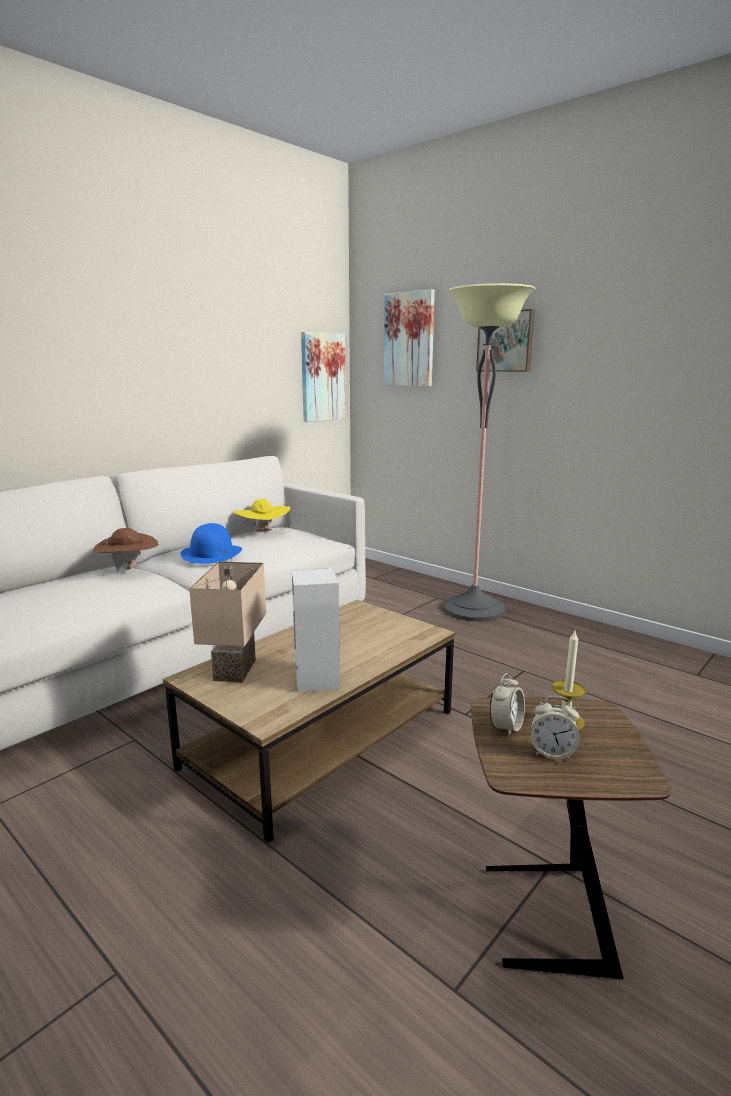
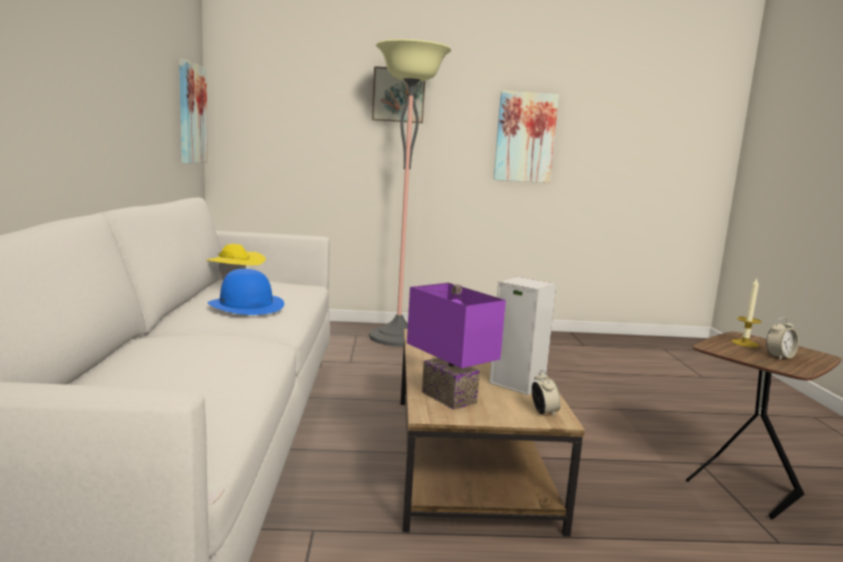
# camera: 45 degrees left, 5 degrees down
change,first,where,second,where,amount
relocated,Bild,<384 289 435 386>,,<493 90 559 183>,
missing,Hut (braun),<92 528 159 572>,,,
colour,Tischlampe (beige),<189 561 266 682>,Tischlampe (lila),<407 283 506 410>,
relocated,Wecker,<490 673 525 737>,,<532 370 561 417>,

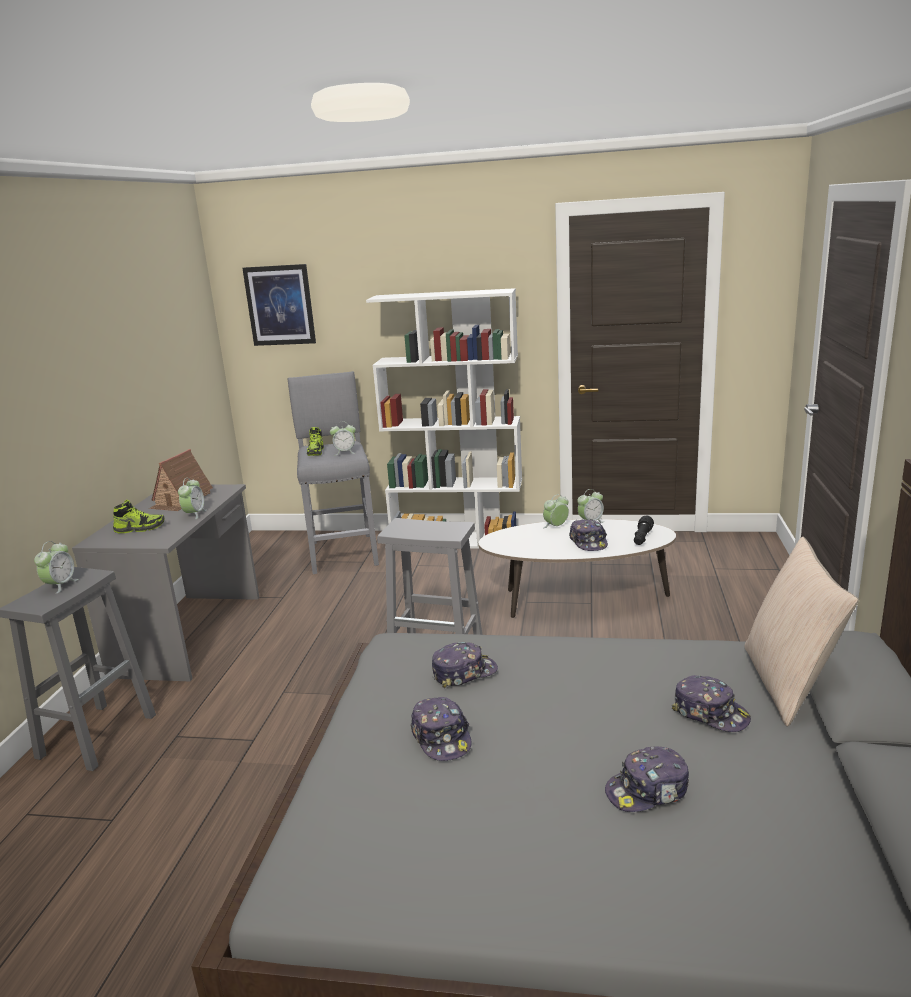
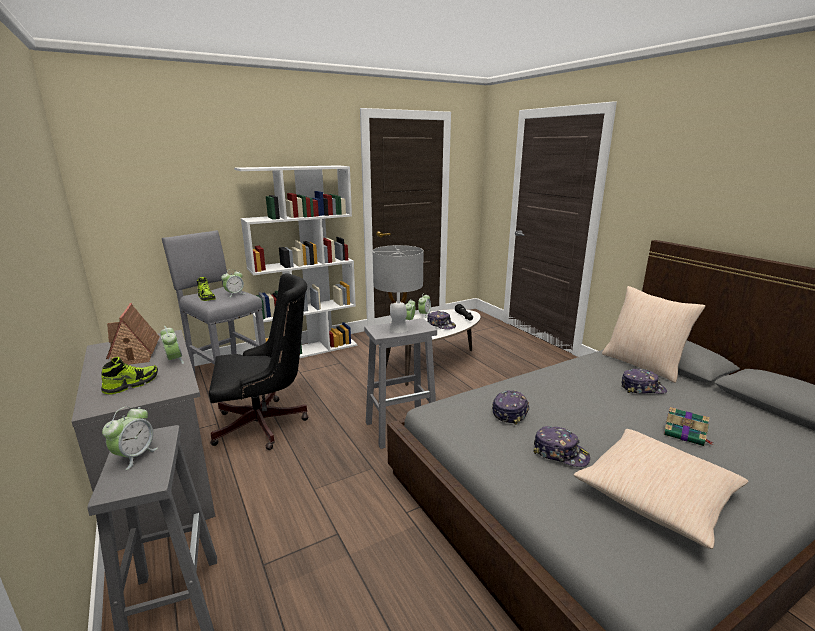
# camera: 40 degrees left, 0 degrees up
change,first,where,second,where,amount
missing,Bild,<242 264 316 346>,,,
spun,Wecker,<34 541 79 594>,,<102 407 158 470>,45 degrees clockwise
exchanged,Kappe,<605 747 689 812>,Buch,<664 407 714 446>,
appeared,,,Tischlampe (grau),<373 245 424 333>,
appeared,,,Bürostuhl (schwarz),<209 273 309 450>,
appeared,,,Kissen (beige),<574 429 749 549>,

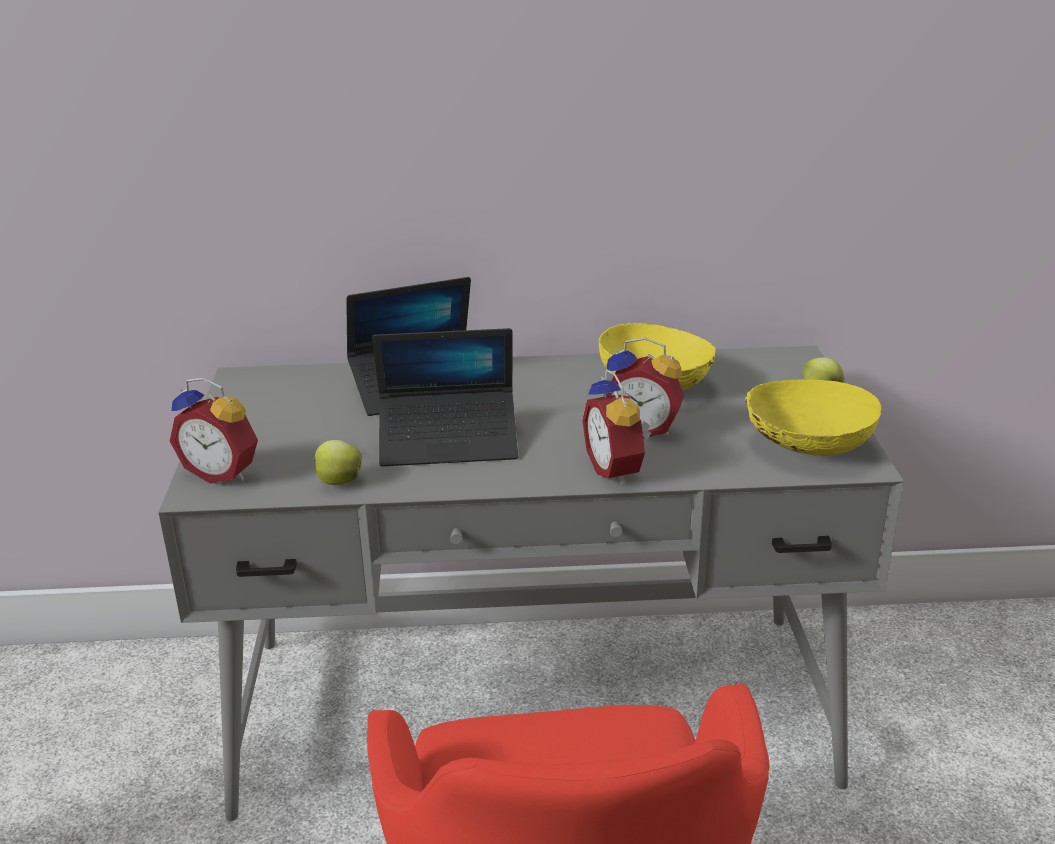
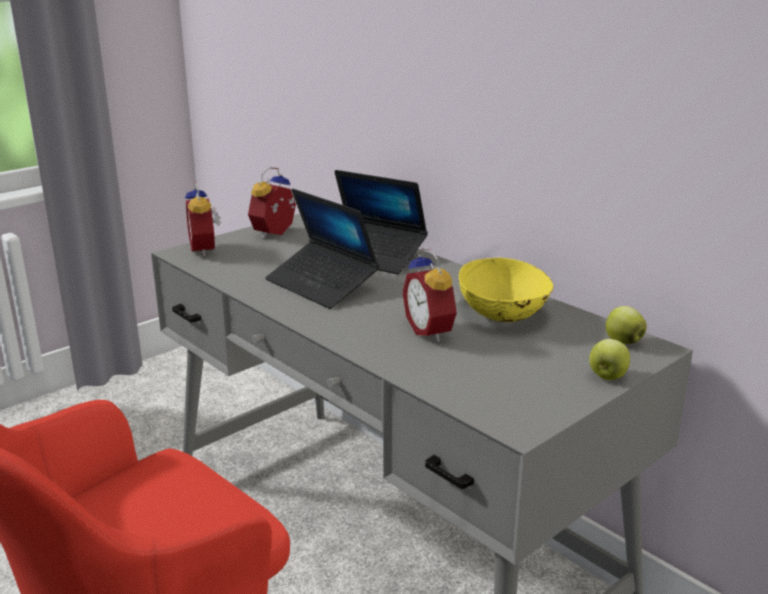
# camera: 50 degrees right, 5 degrees down
change,first,where,second,where,amount
relocated,Wecker,<582 370 651 485>,,<248 167 296 238>,
missing,Schüssel (gelb),<745 380 883 456>,,,
relocated,Apfel,<312 440 362 485>,,<606 306 647 344>,

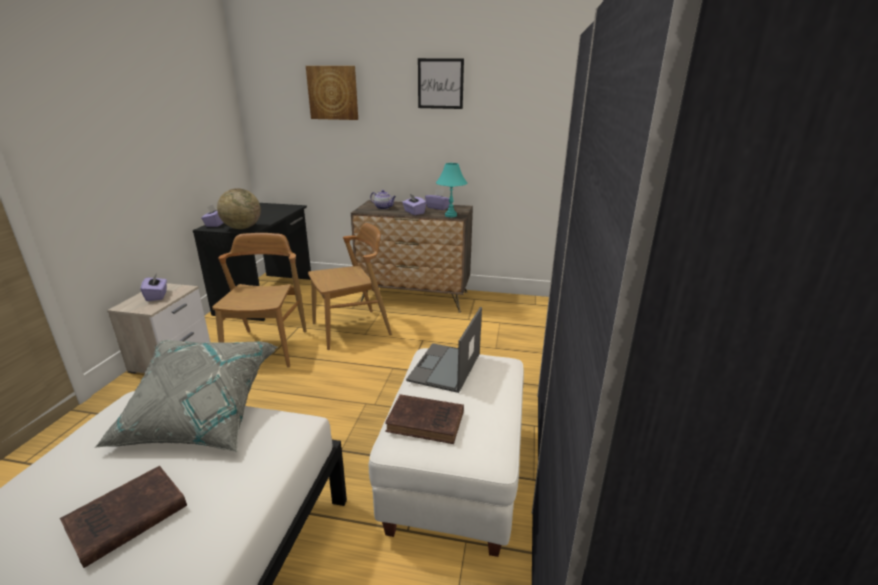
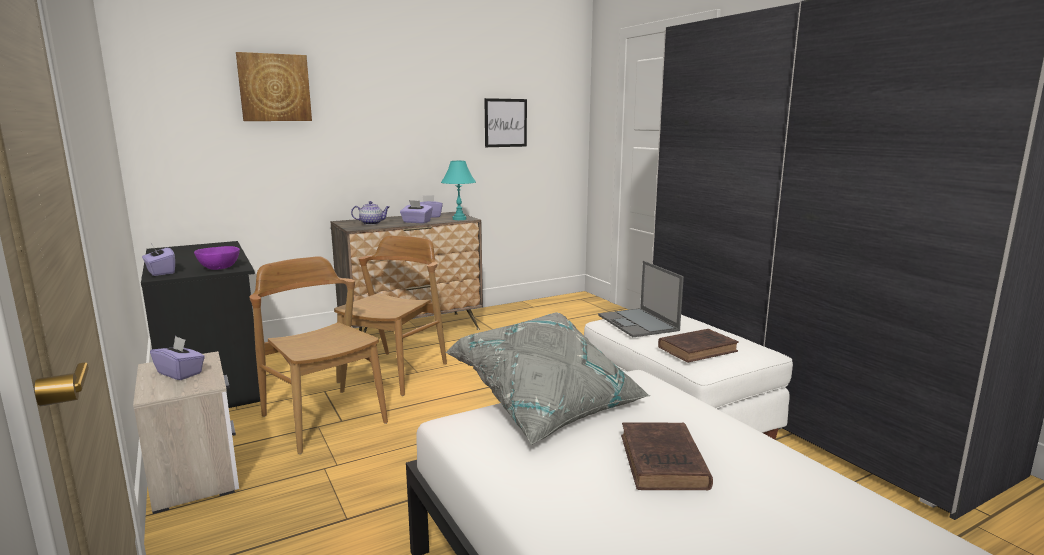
# camera: 40 degrees left, 10 degrees down
change,first,where,second,where,amount
relocated,Bild,<418 58 464 109>,,<484 98 527 147>,
exchanged,Globus,<217 188 261 229>,Schüssel (lila),<194 246 240 270>,

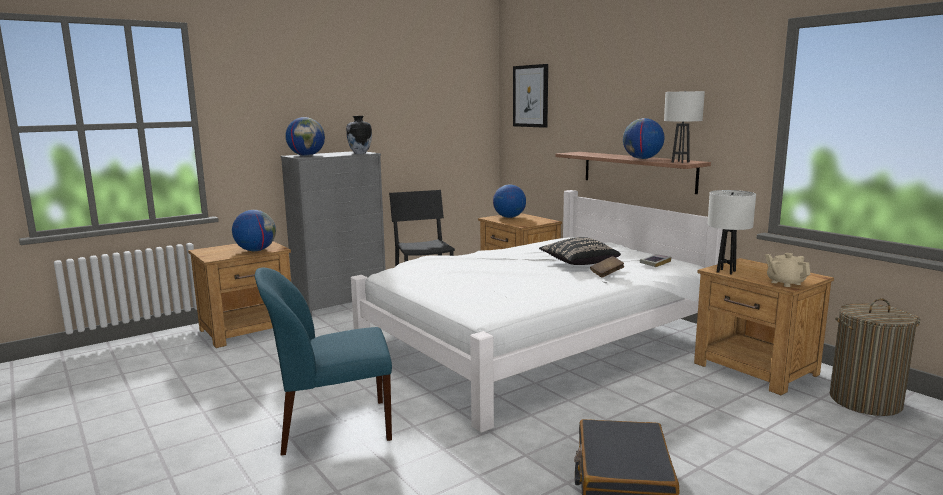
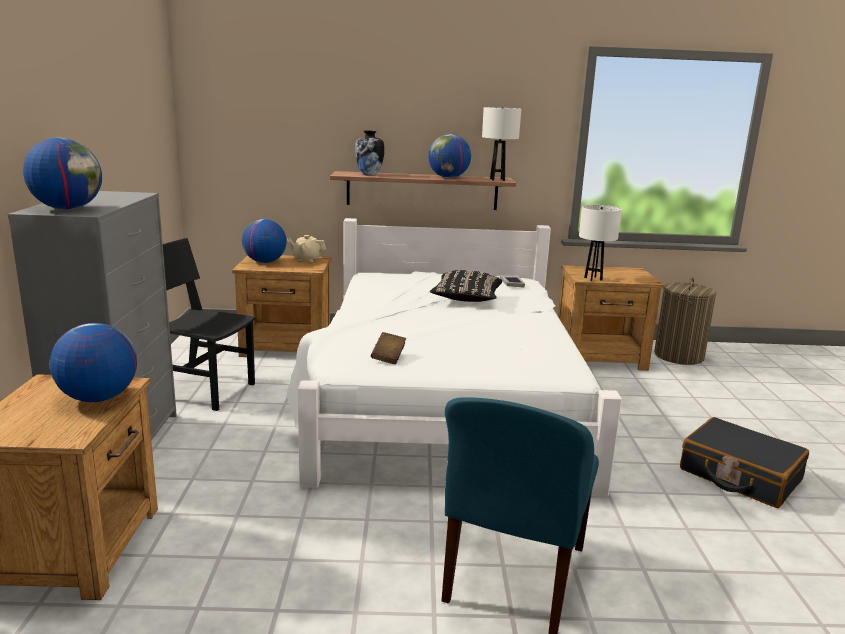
# camera: 55 degrees left, 5 degrees up
change,first,where,second,where,amount
missing,Bild,<513 64 548 128>,,,
relocated,Vase,<346 116 372 154>,,<355 130 384 176>,
relocated,Teekanne (beige),<765 253 810 287>,,<287 235 326 262>,
relocated,Buch (braun),<590 256 624 278>,,<371 332 407 364>,

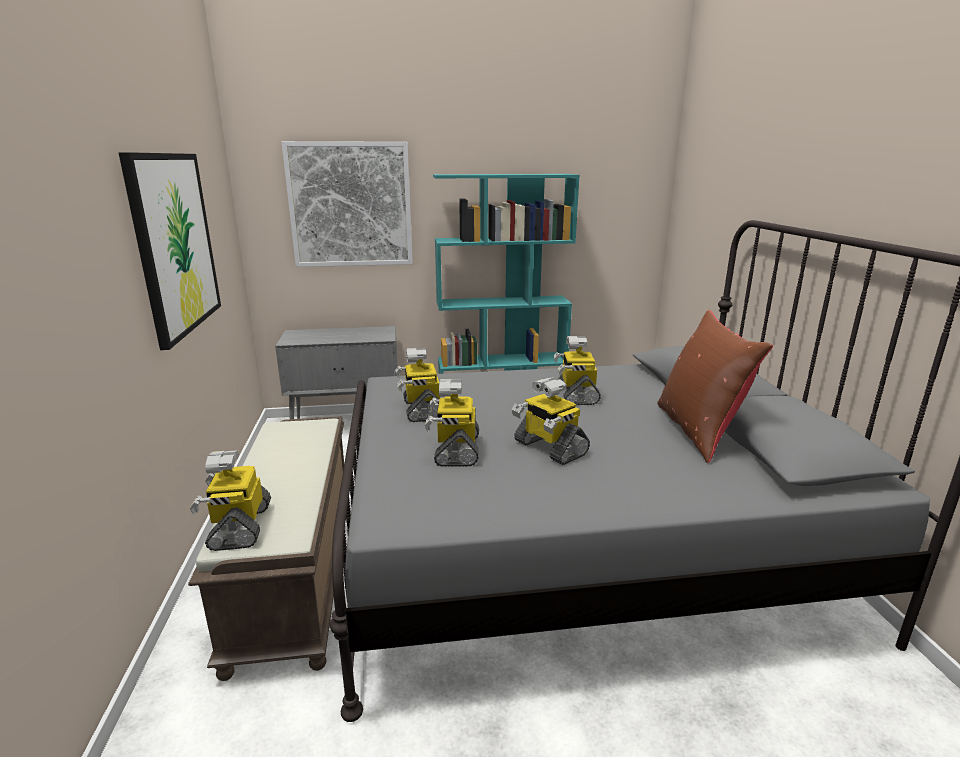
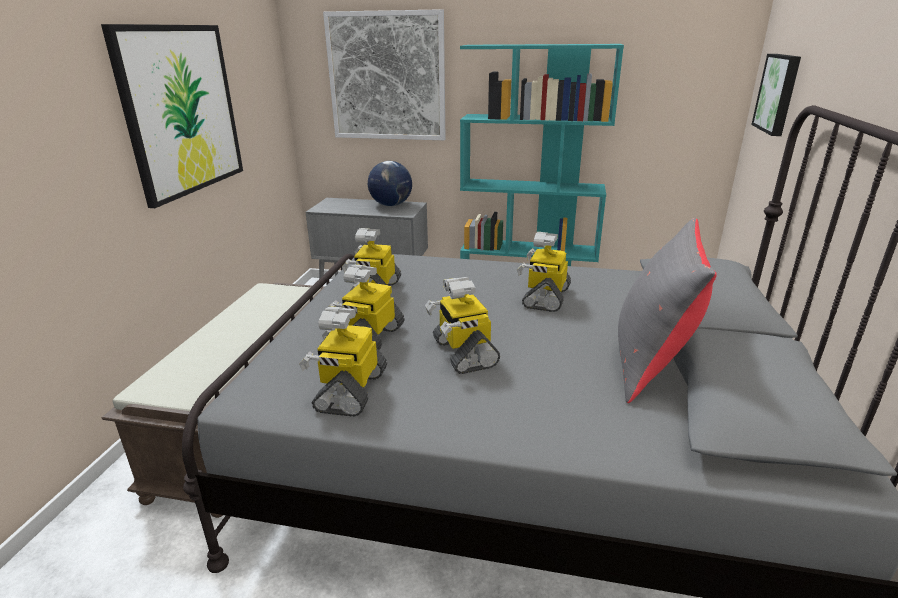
# camera: 20 degrees right, 5 degrees up
change,first,where,second,where,amount
colour,Kissen (braun),<657 310 773 463>,Kissen (grau),<618 218 717 403>,
relocated,Spielzeugroboter,<190 450 271 551>,,<299 306 387 417>,
appeared,,,Bild,<751 54 801 136>,
appeared,,,Globus,<368 161 412 206>,

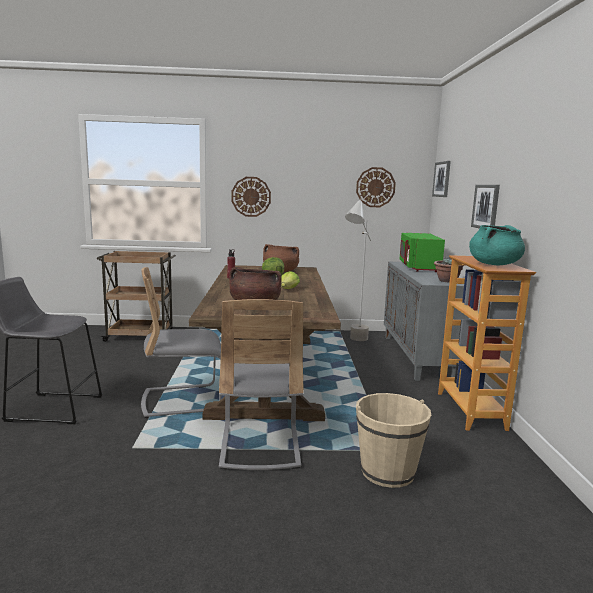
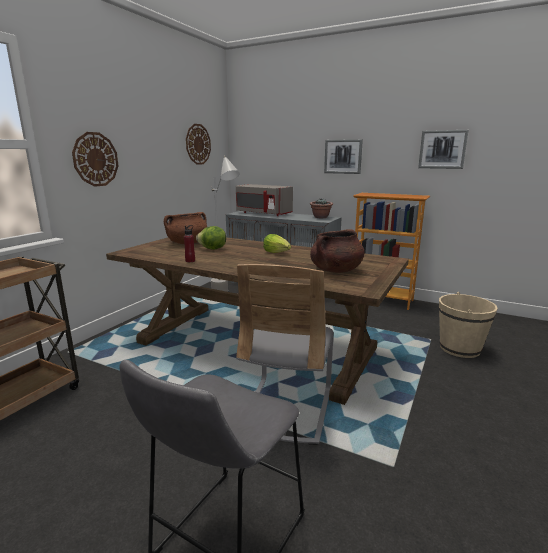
# camera: 60 degrees left, 5 degrees up
change,first,where,second,where,amount
relocated,Bild,<432 161 451 197>,,<418 130 468 169>,
missing,Kochtopf (türkis),<469 225 525 265>,,,
colour,Mikrowelle (grün),<400 233 445 272>,Mikrowelle (grau),<236 184 293 216>,
missing,Stuhl (grau),<219 299 304 470>,,,

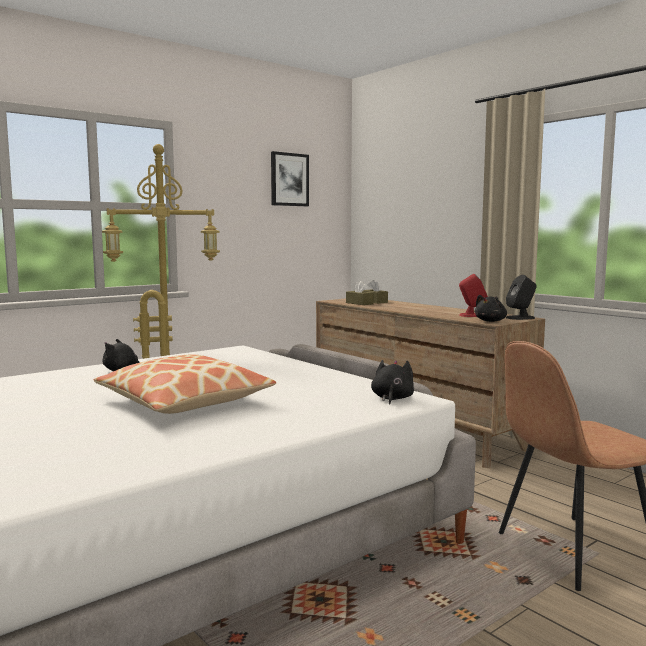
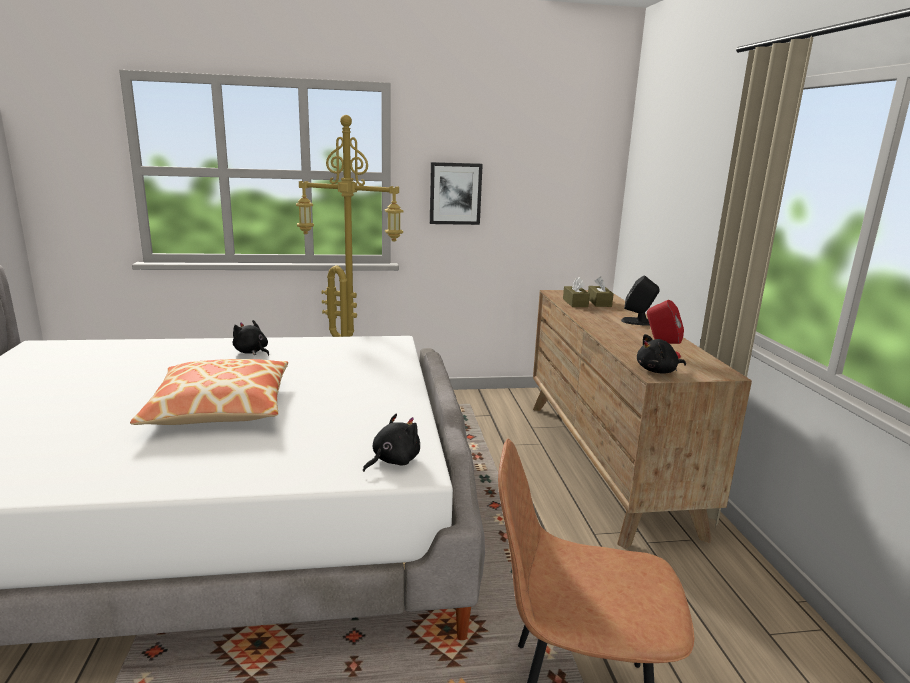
# camera: 30 degrees right, 10 degrees up
change,first,where,second,where,amount
relocated,Bild,<271 151 309 206>,,<430 162 483 225>,
relocated,Lautsprecher (schwarz),<506 275 537 320>,,<621 276 660 326>,

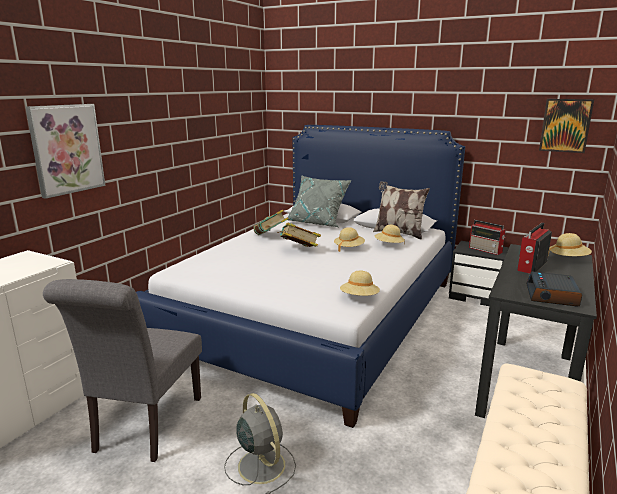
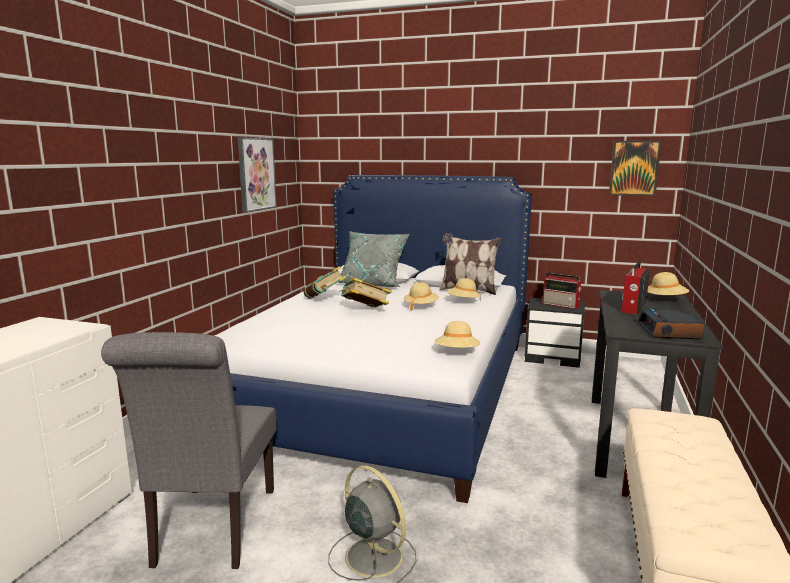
# camera: 10 degrees left, 5 degrees down
change,first,where,second,where,amount
relocated,Bild,<26 104 105 199>,,<238 137 277 212>,

